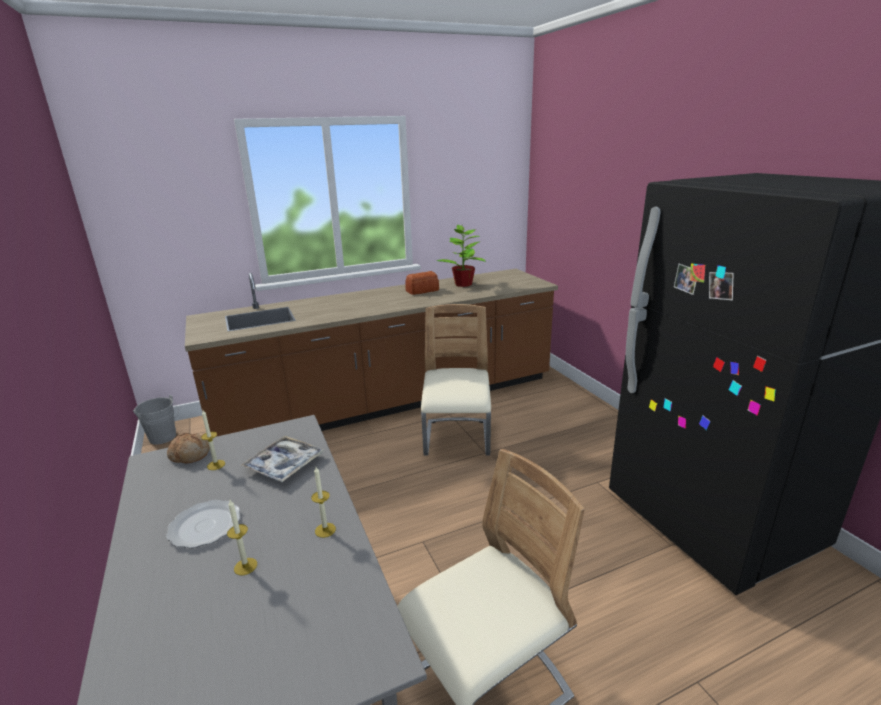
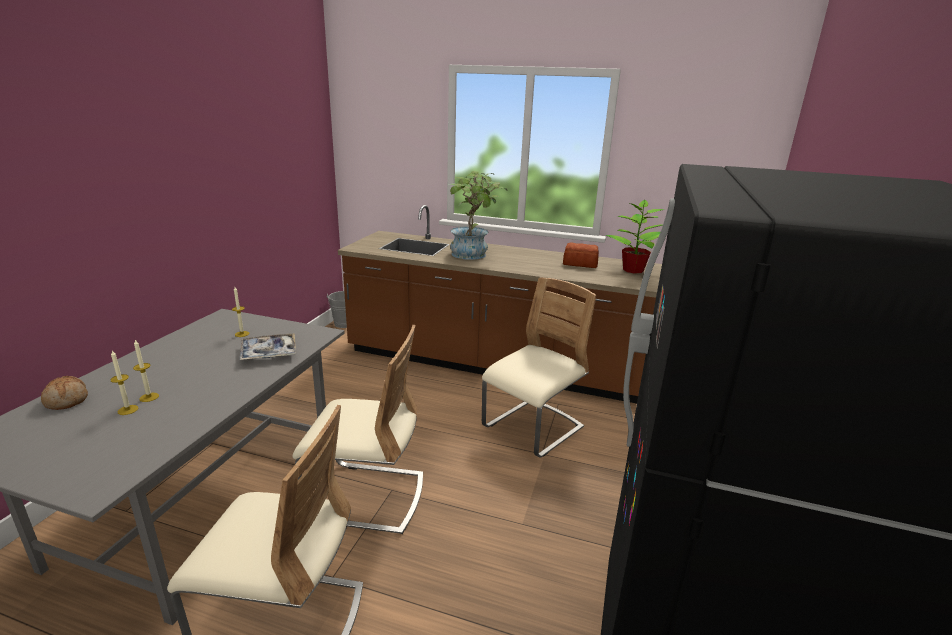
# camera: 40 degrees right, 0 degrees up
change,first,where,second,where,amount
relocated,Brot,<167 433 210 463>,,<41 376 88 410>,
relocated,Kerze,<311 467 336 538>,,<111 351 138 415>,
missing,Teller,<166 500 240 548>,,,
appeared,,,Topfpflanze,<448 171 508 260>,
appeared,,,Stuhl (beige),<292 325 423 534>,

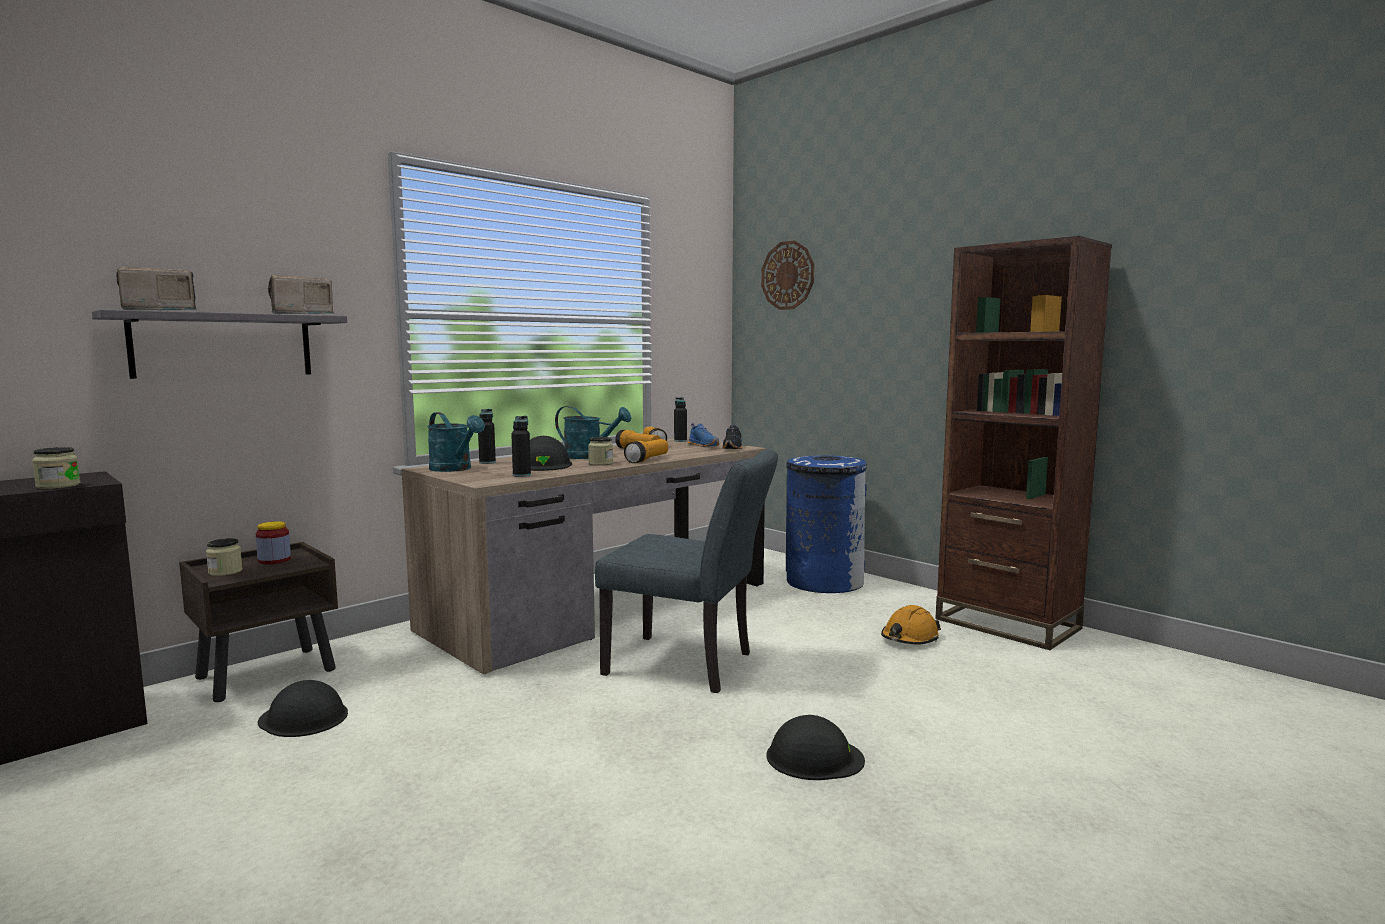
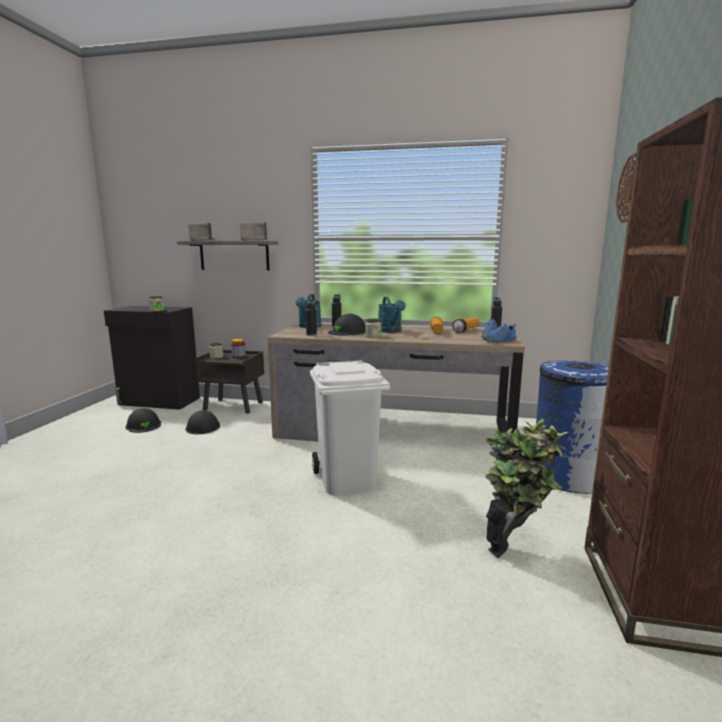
# camera: 55 degrees right, 5 degrees up
change,first,where,second,where,amount
colour,Schuh (schwarz),<722 425 742 449>,Schuh (blau),<482 323 517 344>,
missing,Taschenlampe,<624 439 668 463>,,,
exchanged,Stuhl (grau),<595 449 778 693>,Mülleimer (weiß),<310 360 390 495>,
exchanged,Schutzhelm (orange),<881 605 941 645>,Topfpflanze,<485 419 568 558>,
relocated,Schutzhelm (schwarz),<767 715 865 780>,,<125 408 161 433>,

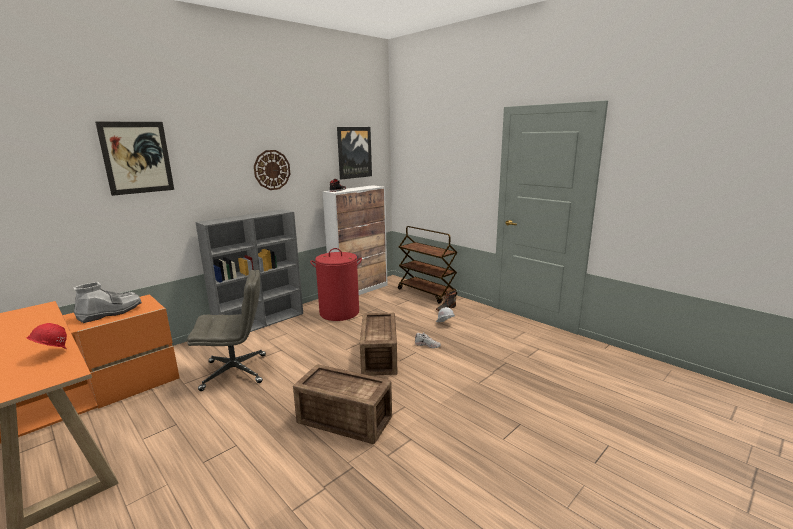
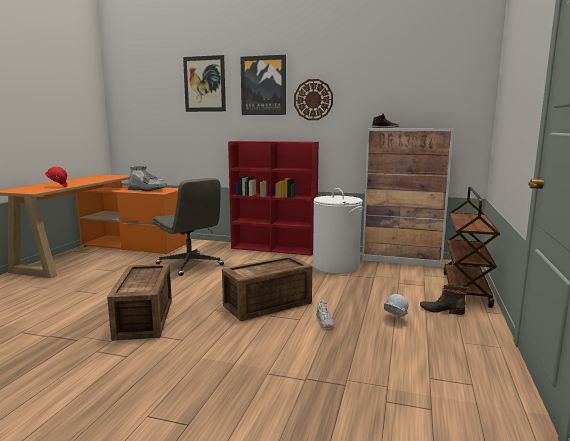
# camera: 60 degrees right, 5 degrees down
change,first,where,second,where,amount
relocated,Bild,<337 127 372 179>,,<240 55 286 115>,
colour,Bücherregal (grau),<195 209 303 332>,Bücherregal (rot),<228 141 319 256>,
colour,Wäschekorb (rot),<310 248 362 321>,Wäschekorb (weiß),<313 188 363 274>,

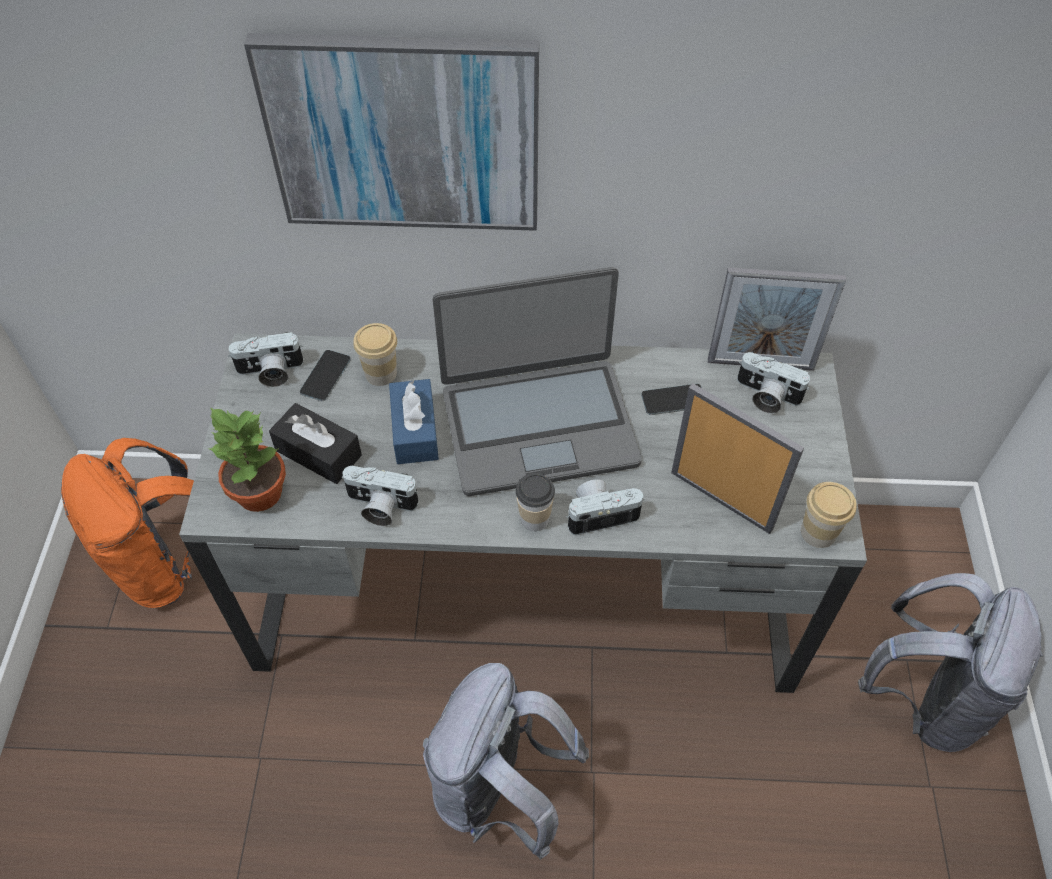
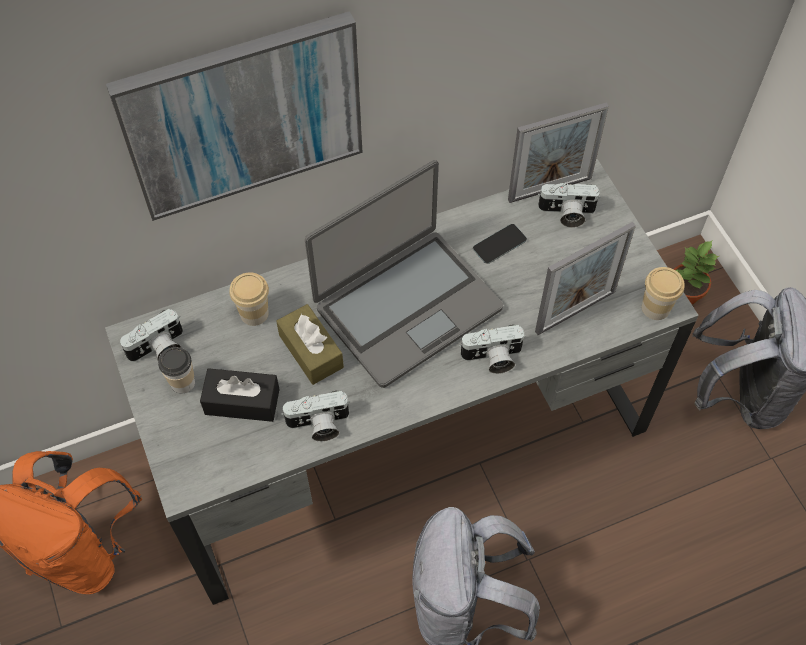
# camera: 25 degrees left, 5 degrees up
change,first,where,second,where,amount
missing,Handy,<300 350 351 401>,,,
colour,Taschentuchbox (blau),<389 379 439 464>,Taschentuchbox (braun),<276 304 344 385>,
spun,Bilderrahmen,<671 383 804 534>,,<535 222 636 335>,135 degrees clockwise
relocated,Topfpflanze,<207 407 286 512>,,<674 241 719 304>,
relocated,Tasse,<516 473 555 531>,,<158 347 195 393>,
spun,Kamera,<566 479 645 535>,,<459 324 525 374>,150 degrees counterclockwise

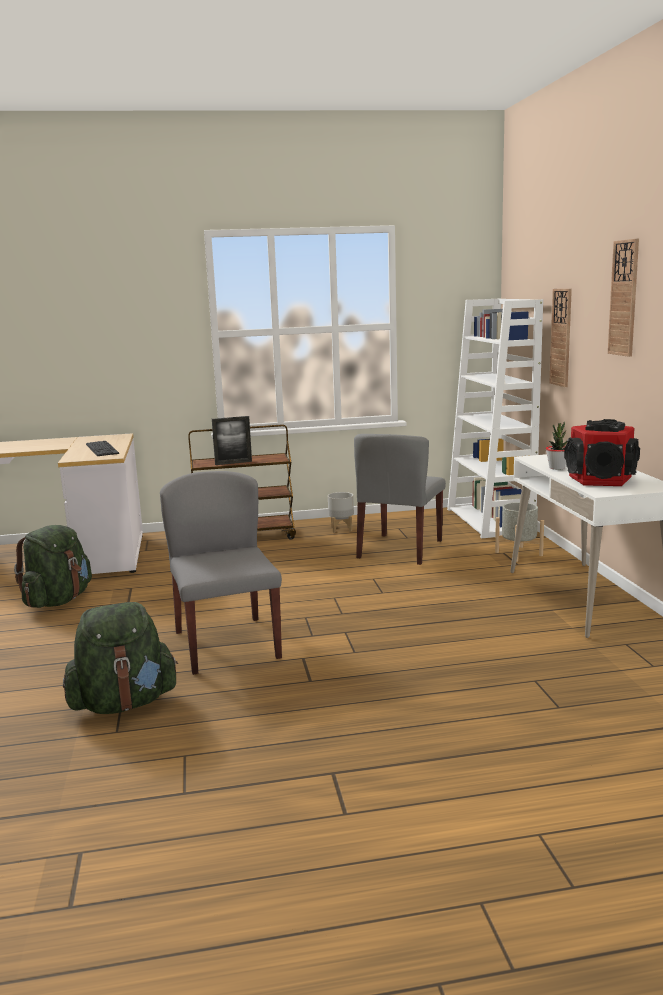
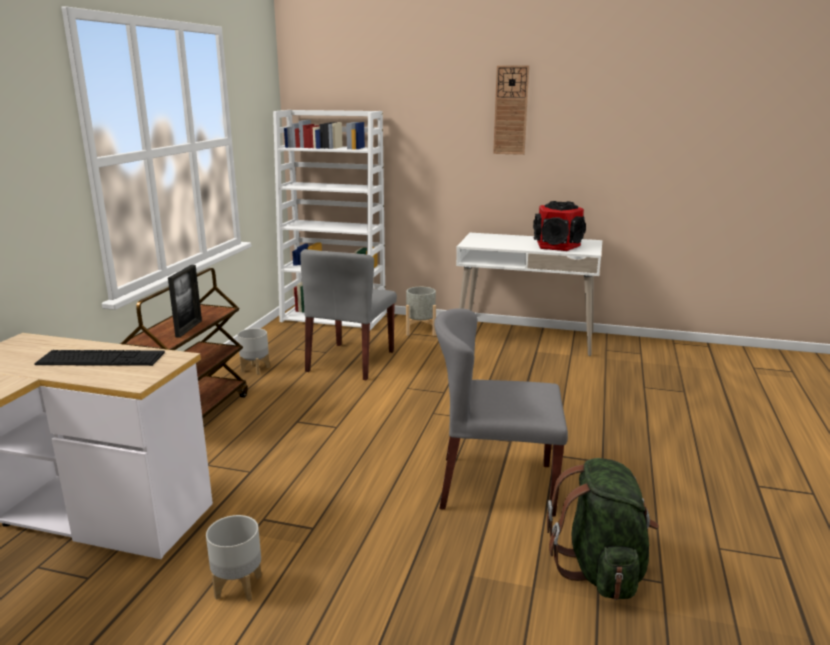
# camera: 65 degrees left, 5 degrees up
change,first,where,second,where,amount
missing,Wanduhr,<549 289 572 387>,,,
missing,Topfpflanze,<546 422 568 470>,,,
spun,Stuhl (grau),<354 434 446 565>,,<300 249 397 381>,60 degrees clockwise
exchanged,Rucksack (grün),<14 525 92 608>,Pflanzkübel (grau),<206 515 262 602>,

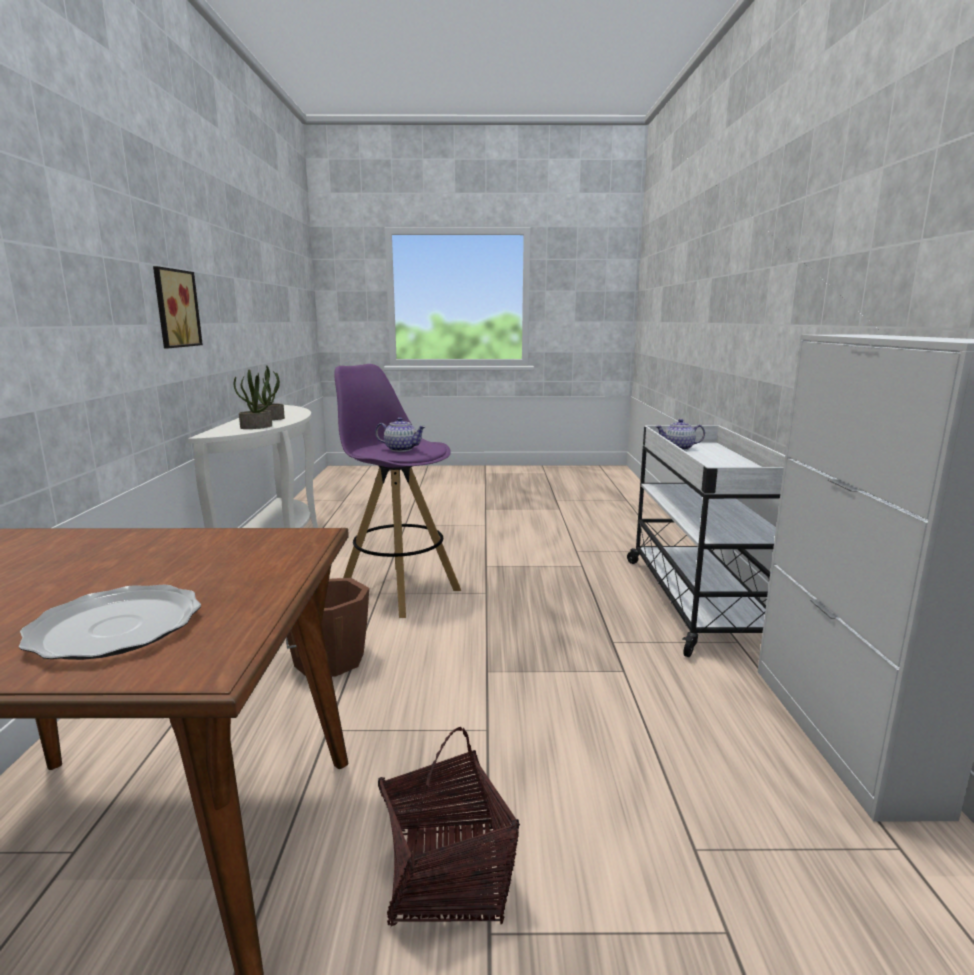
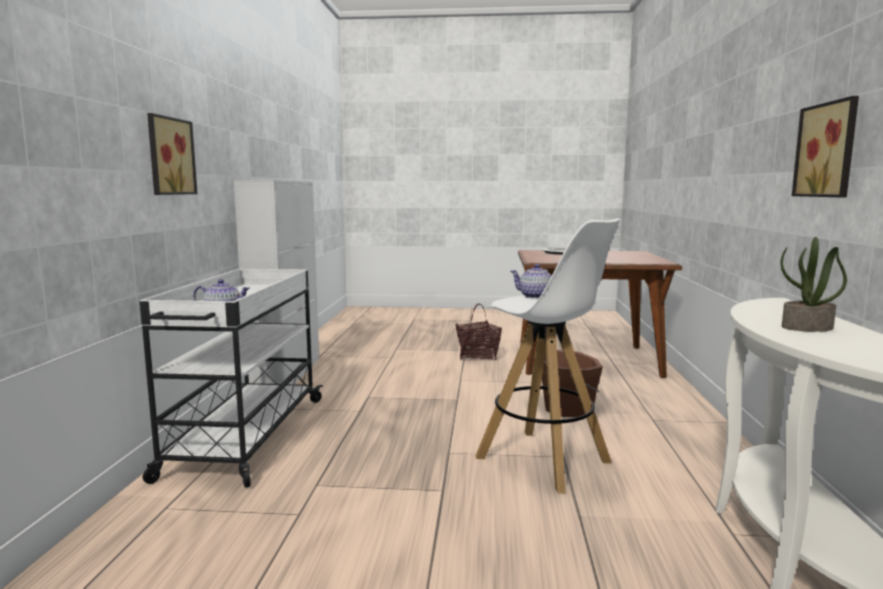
# camera: 175 degrees left, 5 degrees down
change,first,where,second,where,amount
colour,Hocker (lila),<334 364 461 618>,Hocker (weiß),<476 218 621 494>,
missing,Topfpflanze,<234 369 272 429>,,,
appeared,,,Bild,<147 113 197 195>,

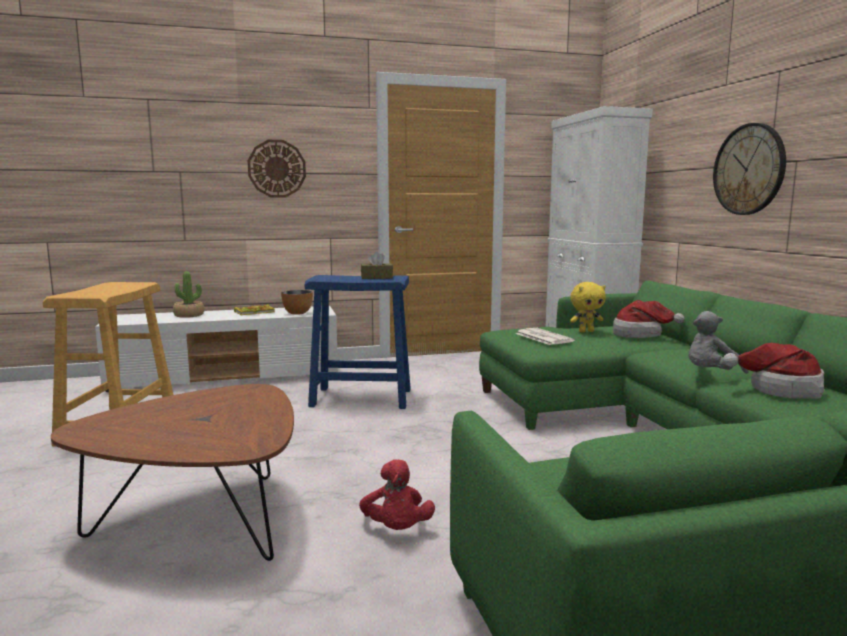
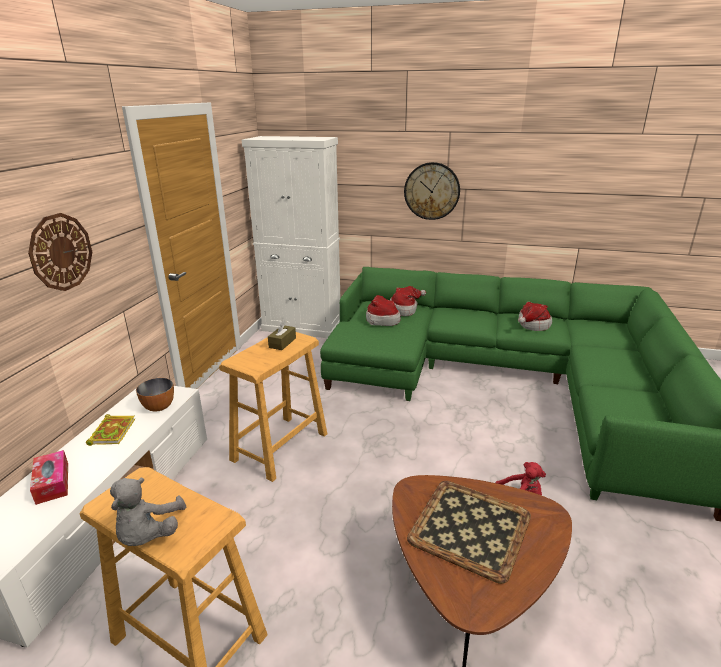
# camera: 60 degrees left, 15 degrees up
change,first,where,second,where,amount
exchanged,Topfpflanze,<173 271 204 318>,Taschentuchbox,<30 450 68 505>,
colour,Hocker (blau),<305 275 411 409>,Hocker (beige),<219 332 327 482>,
exchanged,Plüschtier (gelb),<570 282 606 333>,Hut,<366 295 401 326>,
relocated,Plüschtier (grau),<688 311 748 374>,,<110 478 186 546>,
missing,Zeitung,<515 328 575 345>,,,
appeared,,,Tablett,<407 481 531 584>,

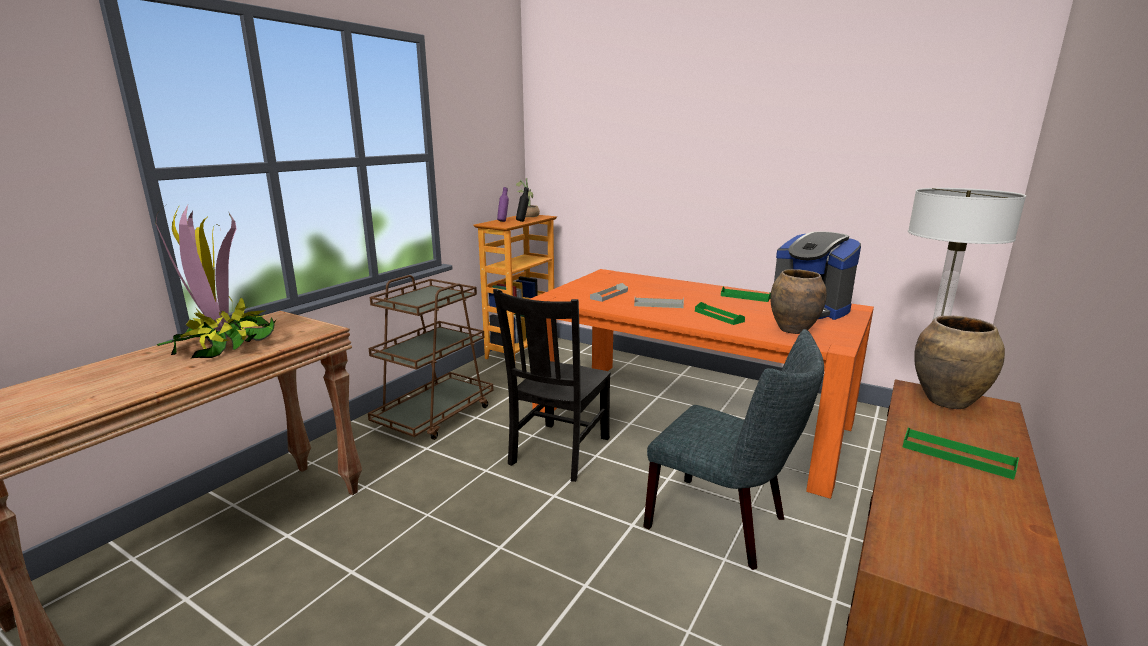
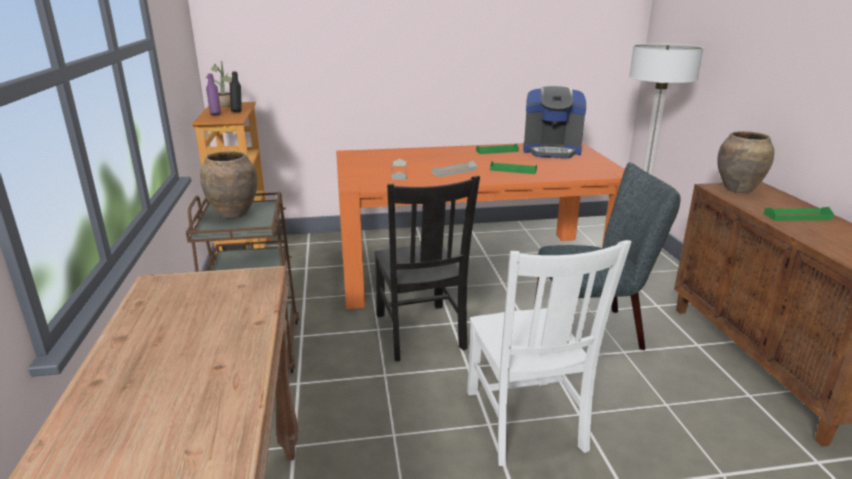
# camera: 40 degrees left, 5 degrees up
change,first,where,second,where,amount
missing,Topfpflanze,<155 203 277 359>,,,
relocated,Vase (braun),<770 269 827 334>,,<200 151 257 218>,
appeared,,,Stuhl (weiß),<467 240 631 466>,

